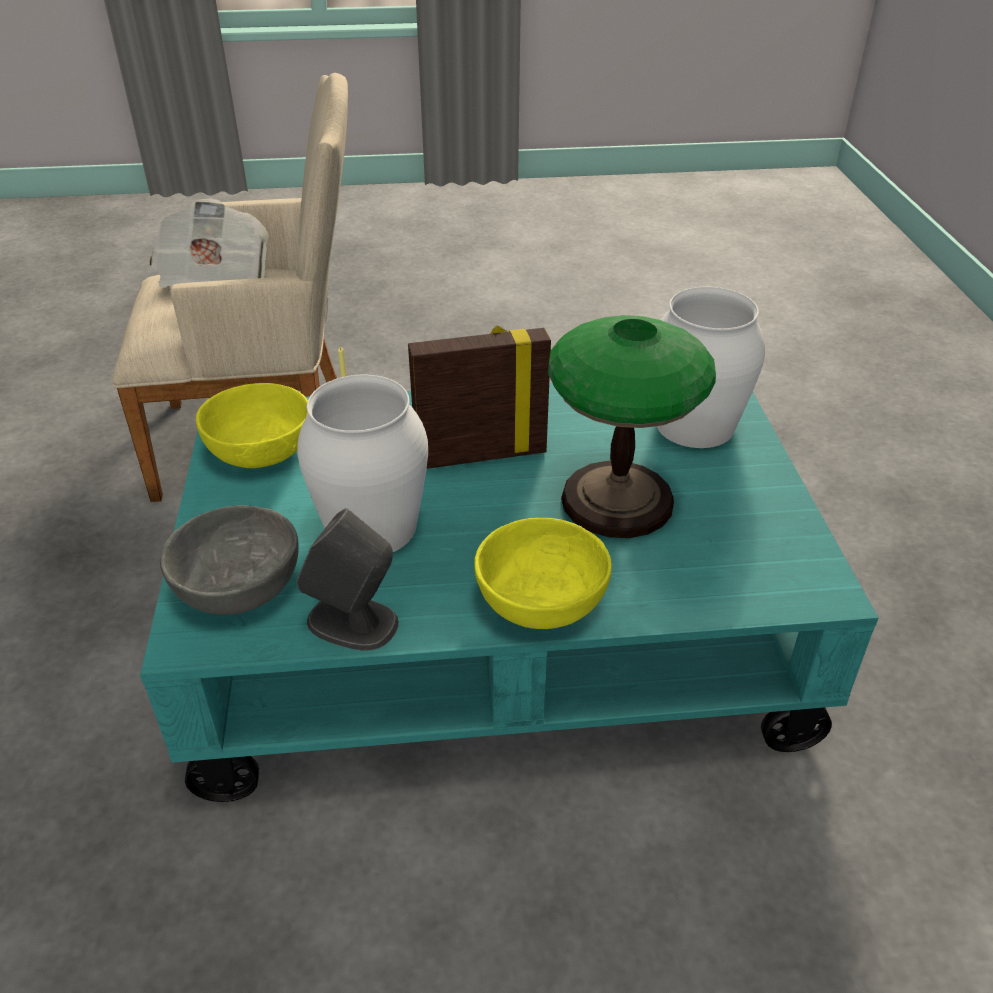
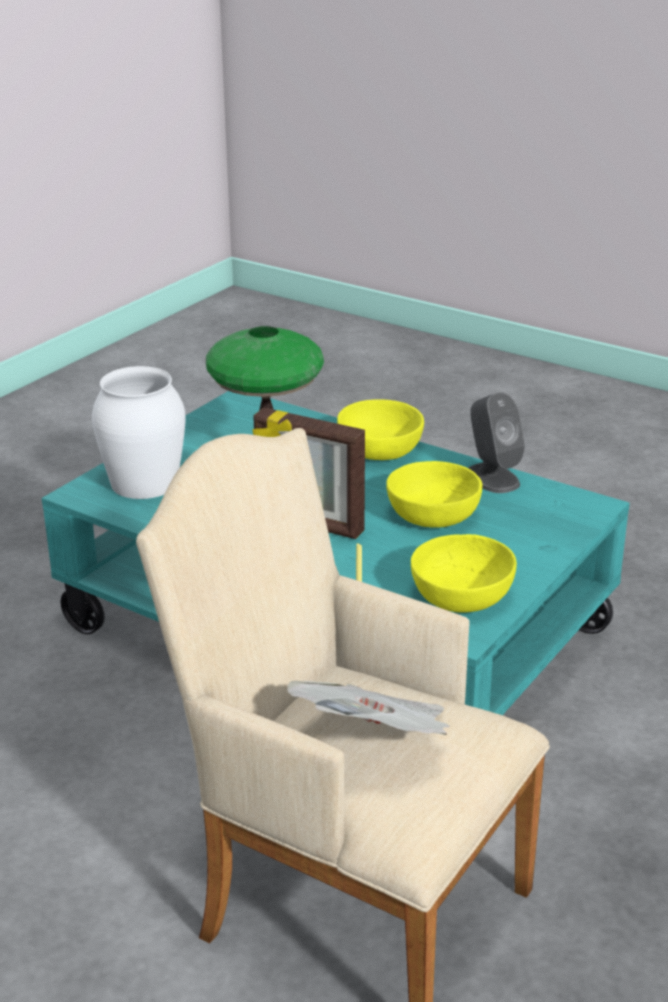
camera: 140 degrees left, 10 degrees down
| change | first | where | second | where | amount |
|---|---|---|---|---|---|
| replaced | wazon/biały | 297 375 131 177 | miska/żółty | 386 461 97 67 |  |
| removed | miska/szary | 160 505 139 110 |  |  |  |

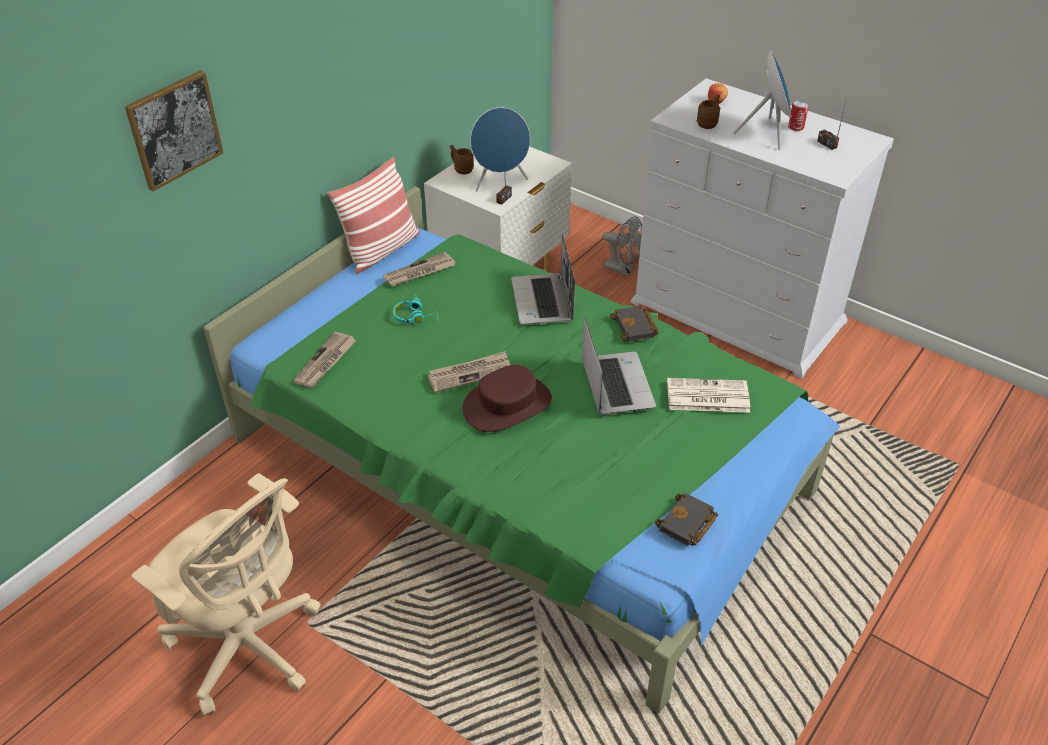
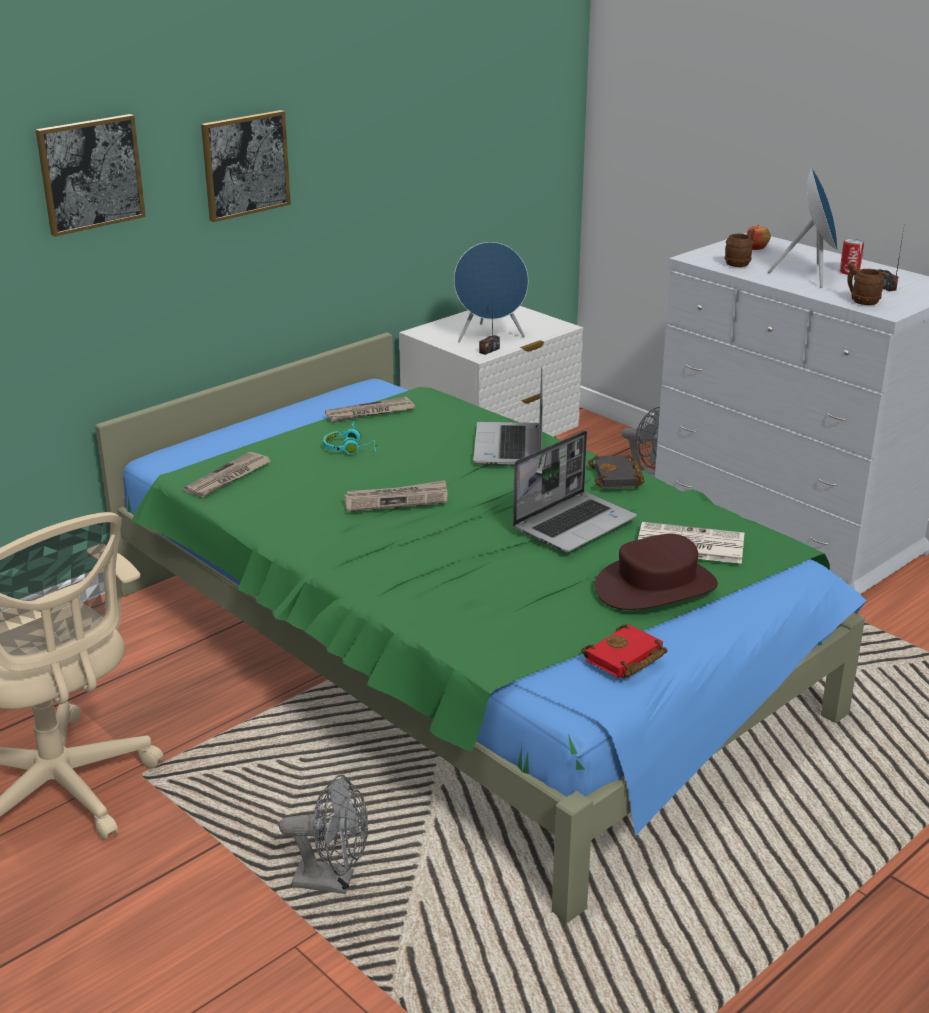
camera: 10 degrees right, 15 degrees down
| change | first | where | second | where | amount |
|---|---|---|---|---|---|
| moved | kubek/brązowy | 450 145 24 29 |  | 847 263 37 42 |  |
| removed | poduszka | 327 157 93 117 |  |  |  |
| turned | laptop | 582 317 74 98 |  | 513 431 124 121 | 45 degrees clockwise |
| moved | kapelusz/brązowy | 463 365 89 67 |  | 595 534 123 76 |  |
| recoloured | książka/czarny | 655 493 63 53 | książka/czerwony | 582 624 86 55 |  |
| added |  |  | obraz | 201 110 90 112 |  |
| added |  |  | wentylator/szary | 279 775 89 119 |  |

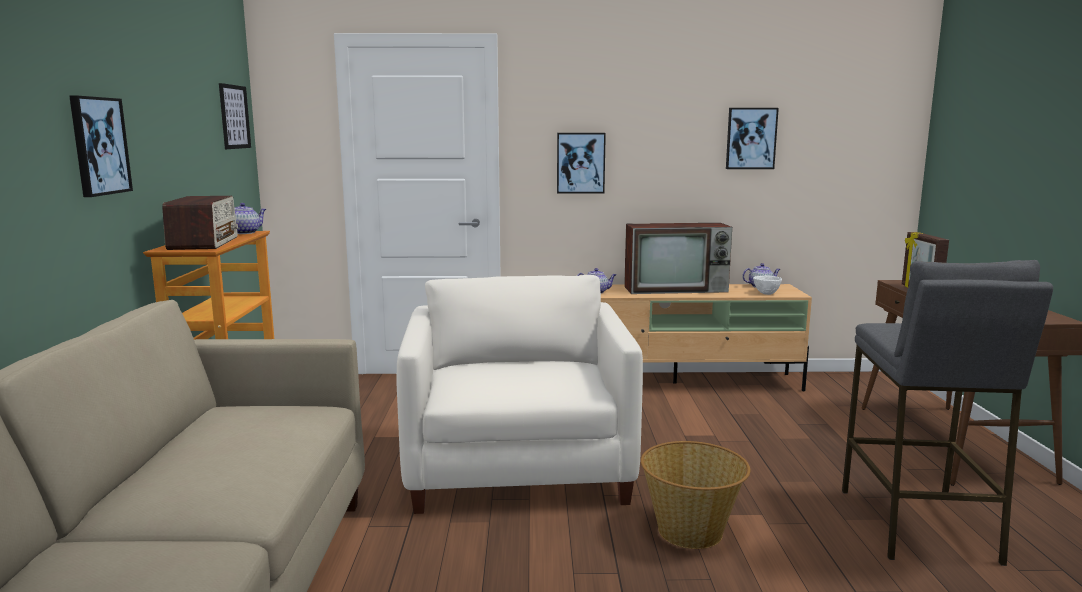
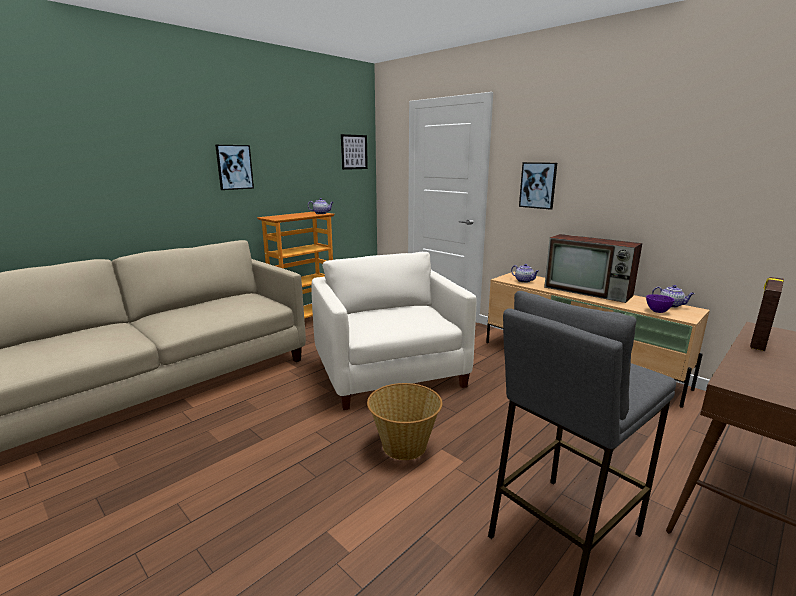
camera: 45 degrees right, 5 degrees up
| change | first | where | second | where | amount |
|---|---|---|---|---|---|
| removed | obraz | 726 108 53 61 |  |  |  |
| removed | radio | 162 196 76 54 |  |  |  |
| turned | fotel/biały | 396 275 247 239 |  | 311 252 165 158 | 60 degrees counterclockwise |
| recoloured | miska/biały | 753 275 29 20 | miska/fioletowy | 646 294 28 19 |  |

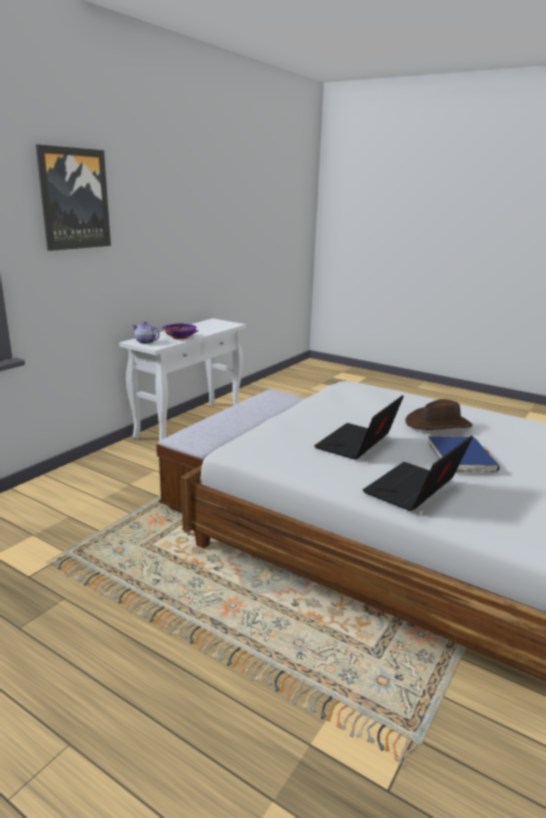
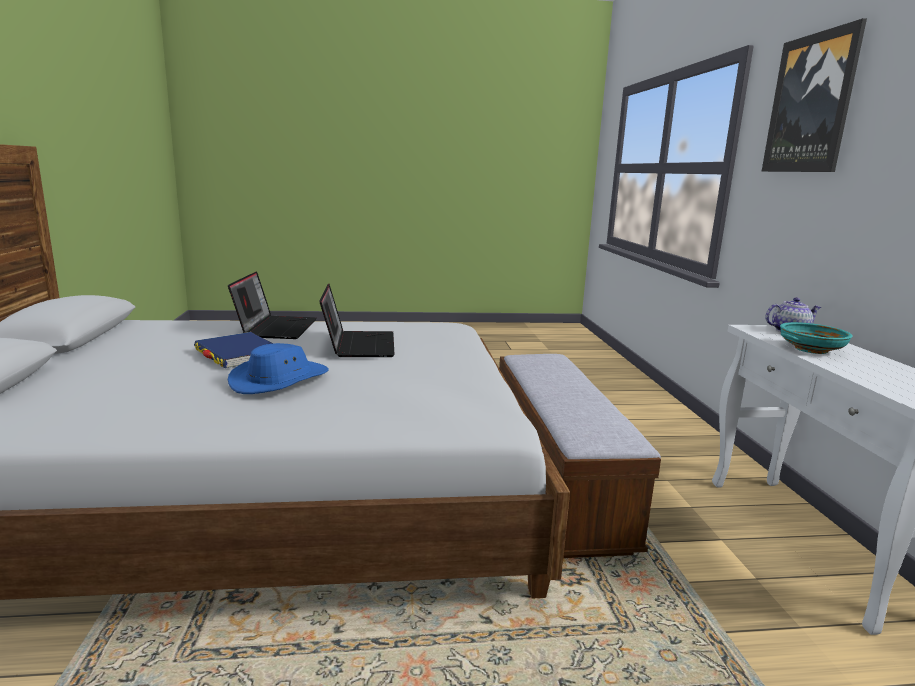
camera: 140 degrees right, 5 degrees down
| change | first | where | second | where | amount |
|---|---|---|---|---|---|
| recoloured | miska/fioletowy | 162 324 36 15 | miska/turkusowy | 780 322 73 32 |  |
| recoloured | kapelusz/brązowy | 405 399 68 31 | kapelusz/niebieski | 228 343 101 51 |  |

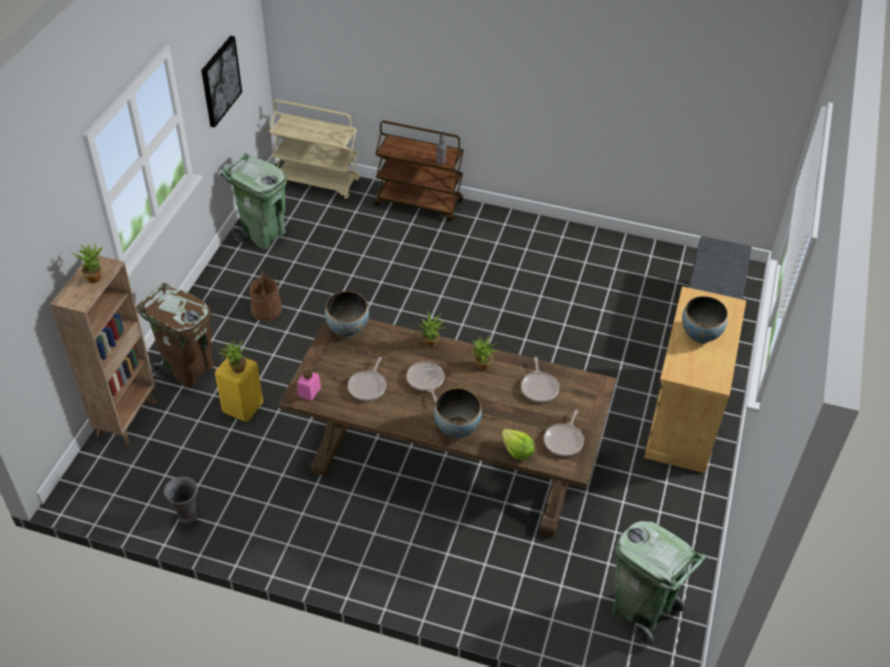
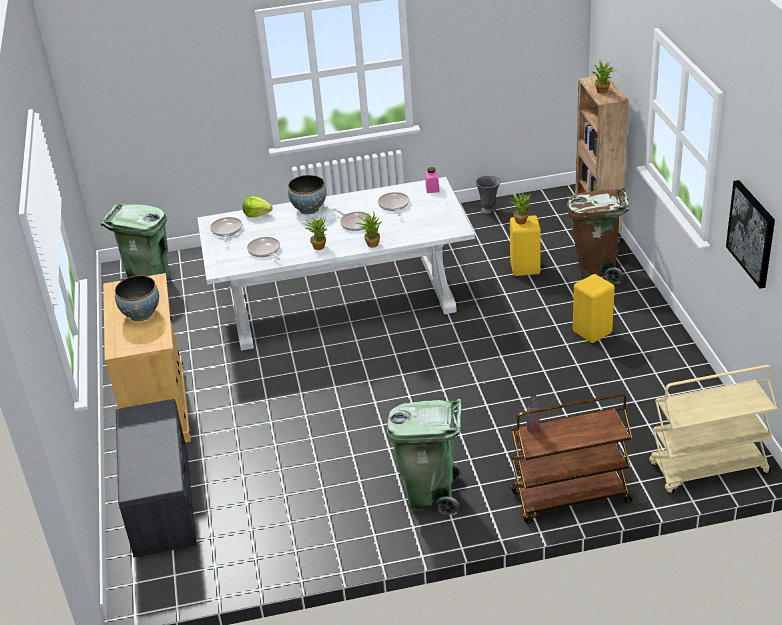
camera: 155 degrees right, 10 degrees down
| change | first | where | second | where | amount |
|---|---|---|---|---|---|
| moved | kosz na śmieci/zielony | 220 153 67 96 |  | 387 399 75 116 |  |
| replaced | wiadro/brązowy | 250 271 32 50 | stołek/żółty | 573 274 42 69 |  |
| removed | miska | 325 291 44 47 |  |  |  |
| recoloured | stół jadalny/brązowy | 279 319 337 219 | stół jadalny/biały | 197 177 278 174 |  |

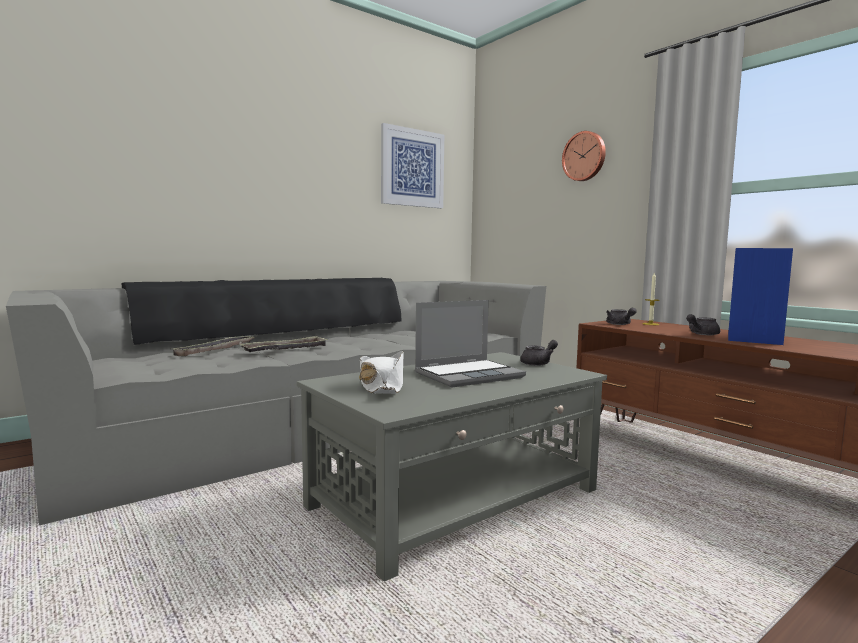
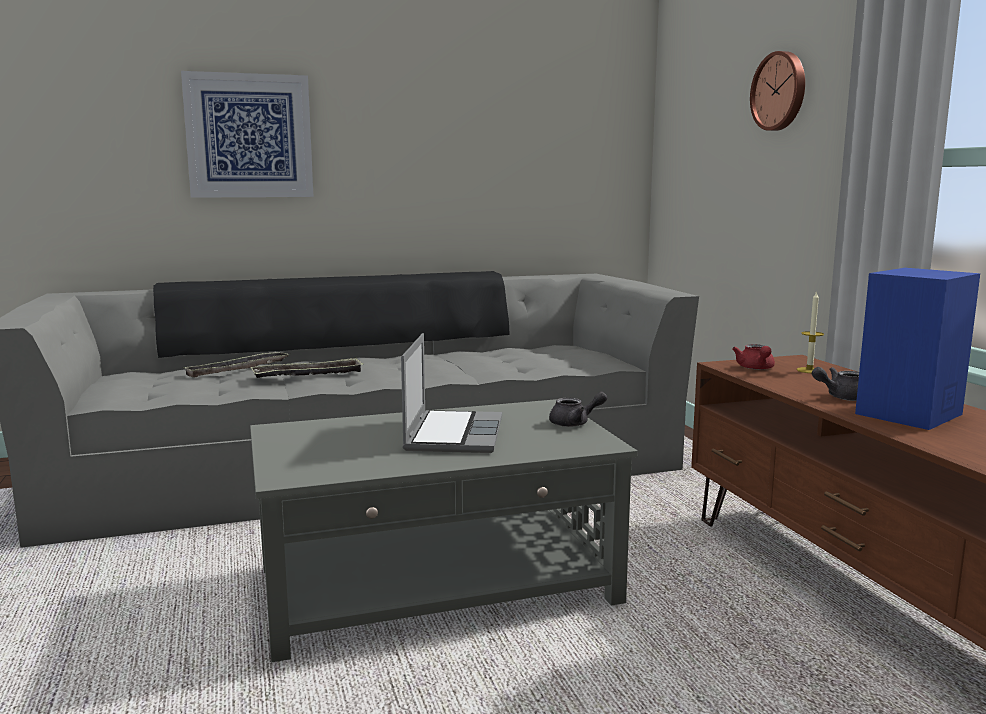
camera: 20 degrees right, 5 degrees up
| change | first | where | second | where | amount |
|---|---|---|---|---|---|
| moved | obraz | 381 123 63 85 |  | 181 71 133 127 |  |
| turned | laptop | 415 300 111 87 |  | 401 333 101 120 | 75 degrees counterclockwise |
| recoloured | imbryk/szary | 606 308 31 17 | imbryk/czerwony | 732 344 43 26 |  |
| removed | kapelusz/biały | 359 351 45 43 |  |  |  |

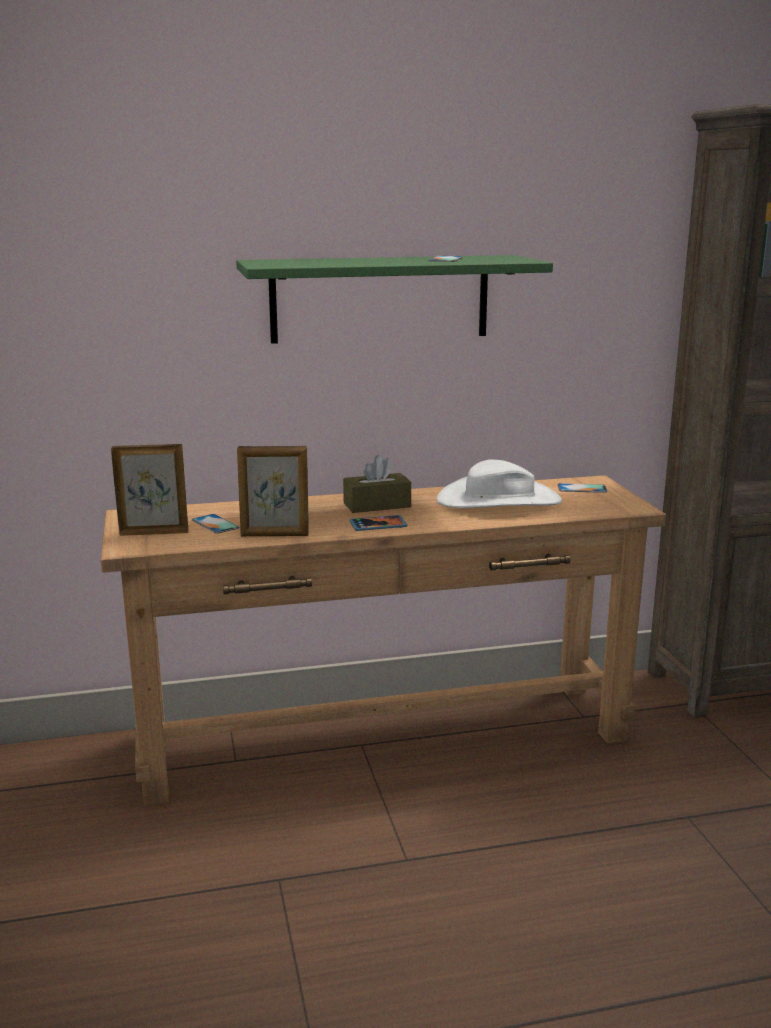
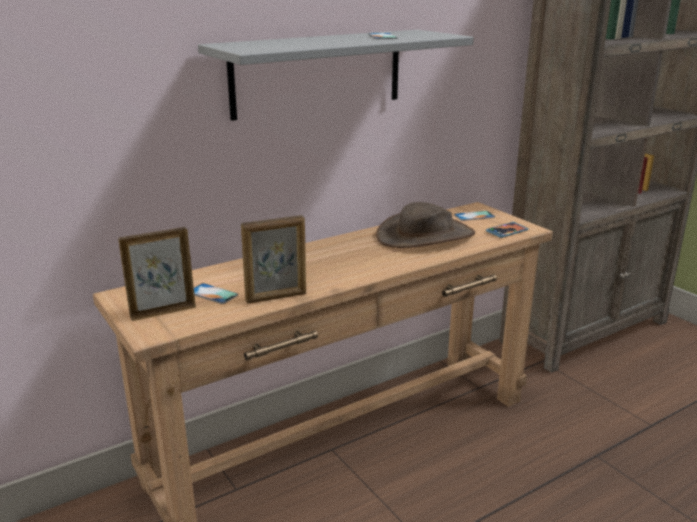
camera: 20 degrees left, 5 degrees up
| change | first | where | second | where | amount |
|---|---|---|---|---|---|
| recoloured | półka/zielony | 236 255 317 89 | półka/szary | 198 30 276 91 |  |
| removed | pudełko chusteczek/brązowy | 343 455 68 58 |  |  |  |
| recoloured | kapelusz/biały | 437 460 125 48 | kapelusz/brązowy | 376 202 99 46 |  |
| moved | telefon | 349 515 58 16 |  | 486 222 43 16 |  |

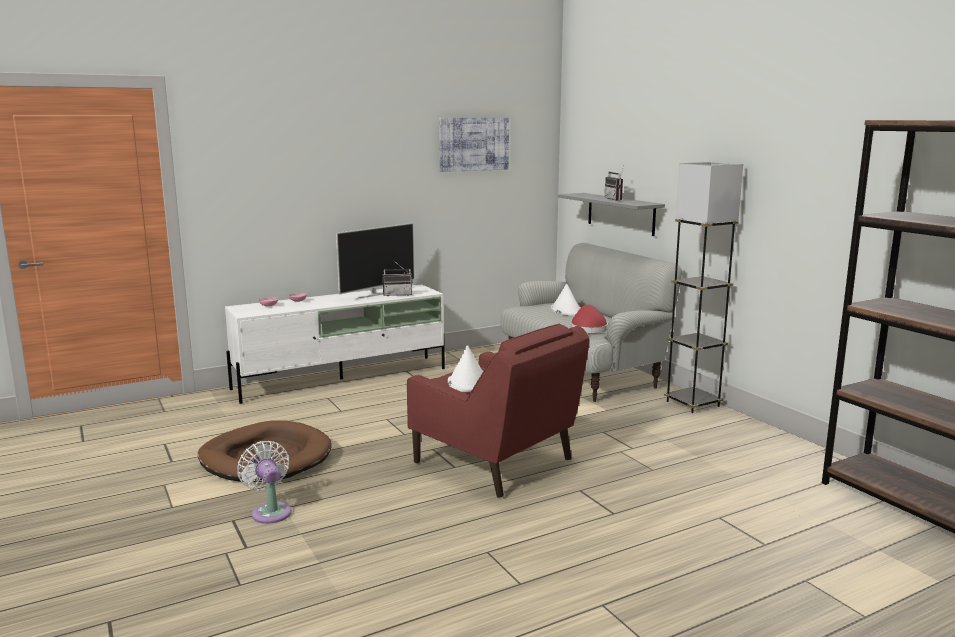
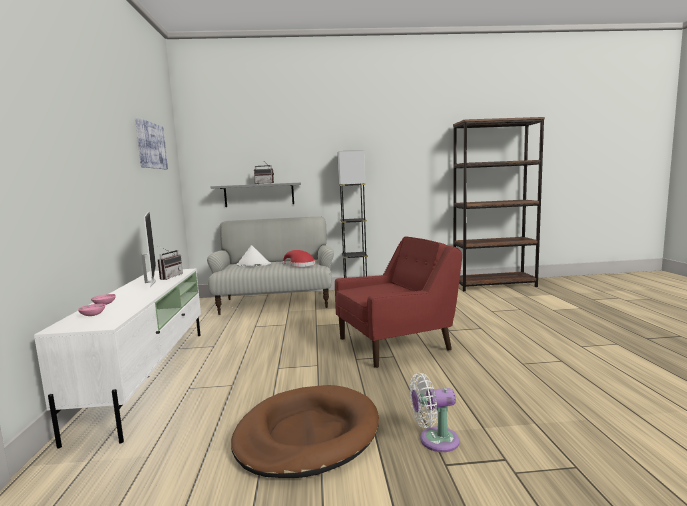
camera: 65 degrees left, 5 degrees down
| change | first | where | second | where | amount |
|---|---|---|---|---|---|
| removed | kapelusz/biały | 448 345 35 47 |  |  |  |

